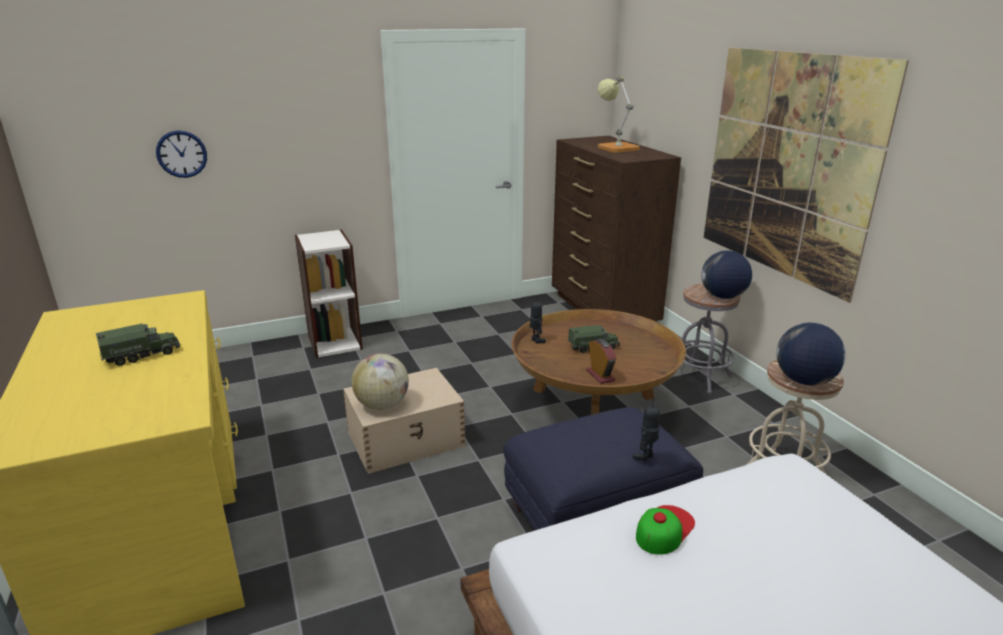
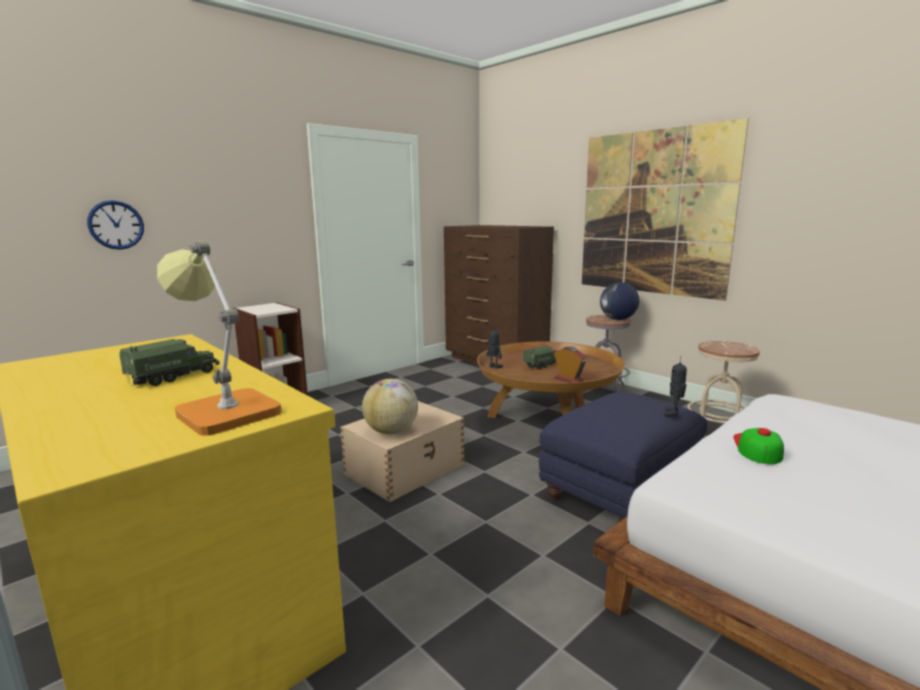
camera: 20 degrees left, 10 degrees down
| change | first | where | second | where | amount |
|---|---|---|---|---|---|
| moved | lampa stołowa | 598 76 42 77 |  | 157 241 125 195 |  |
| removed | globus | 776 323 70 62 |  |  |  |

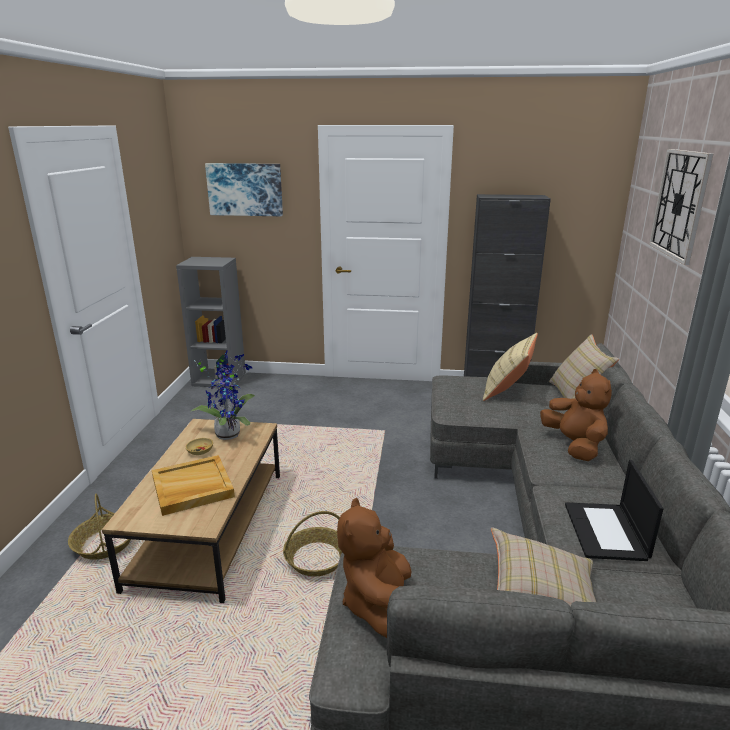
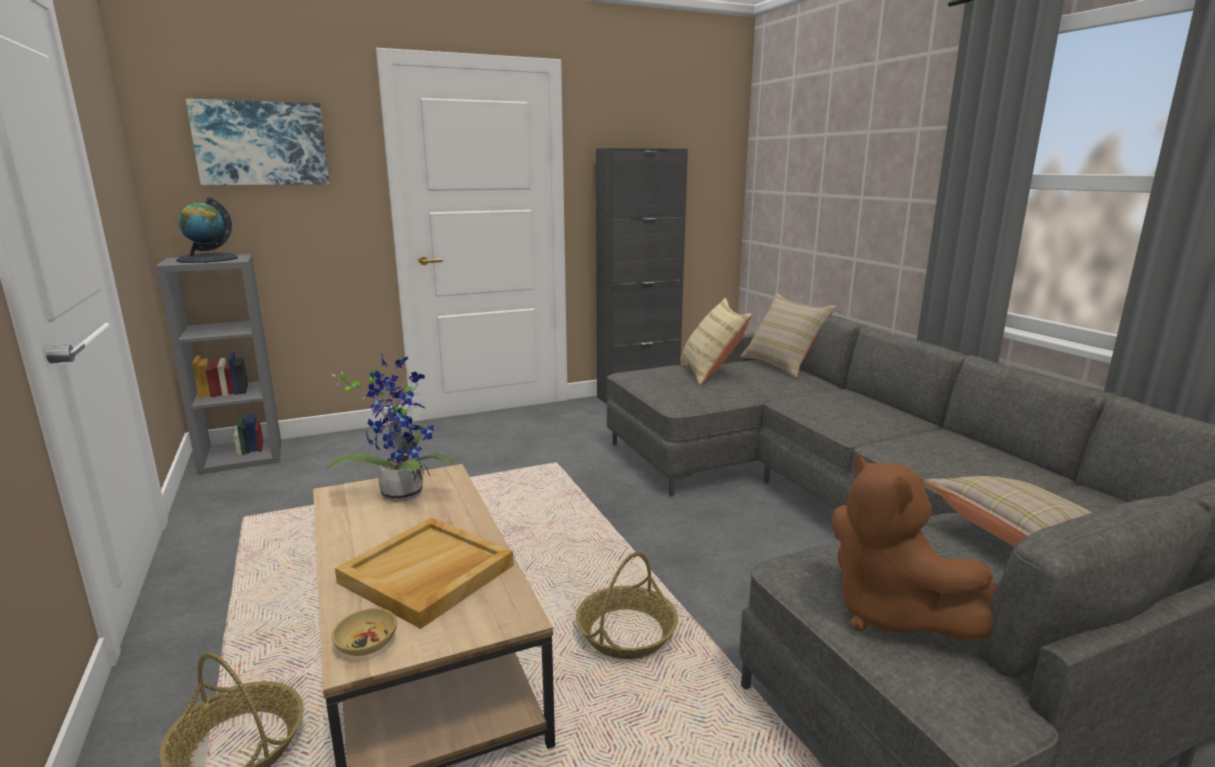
camera: 30 degrees left, 5 degrees down
| change | first | where | second | where | amount |
|---|---|---|---|---|---|
| removed | zegar ścienny | 649 149 64 116 |  |  |  |
| removed | pluszak/brązowy | 540 369 72 92 |  |  |  |
| moved | miska/beżowy | 186 438 27 17 |  | 332 608 65 48 |  |
| removed | laptop | 565 460 98 101 |  |  |  |
| added |  |  | globus | 176 197 62 66 |  |

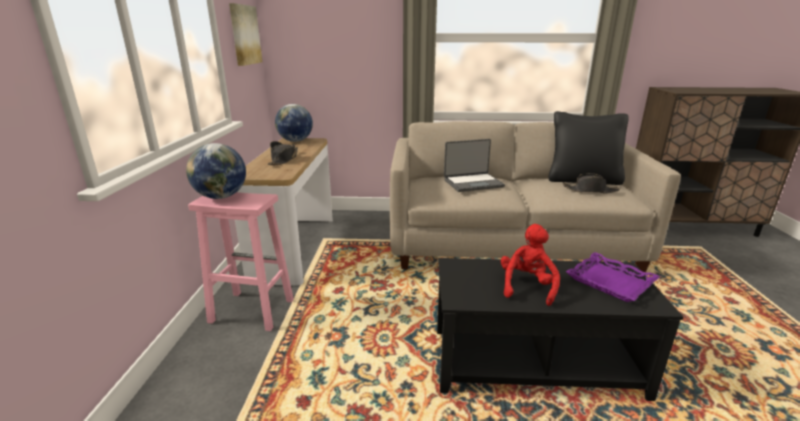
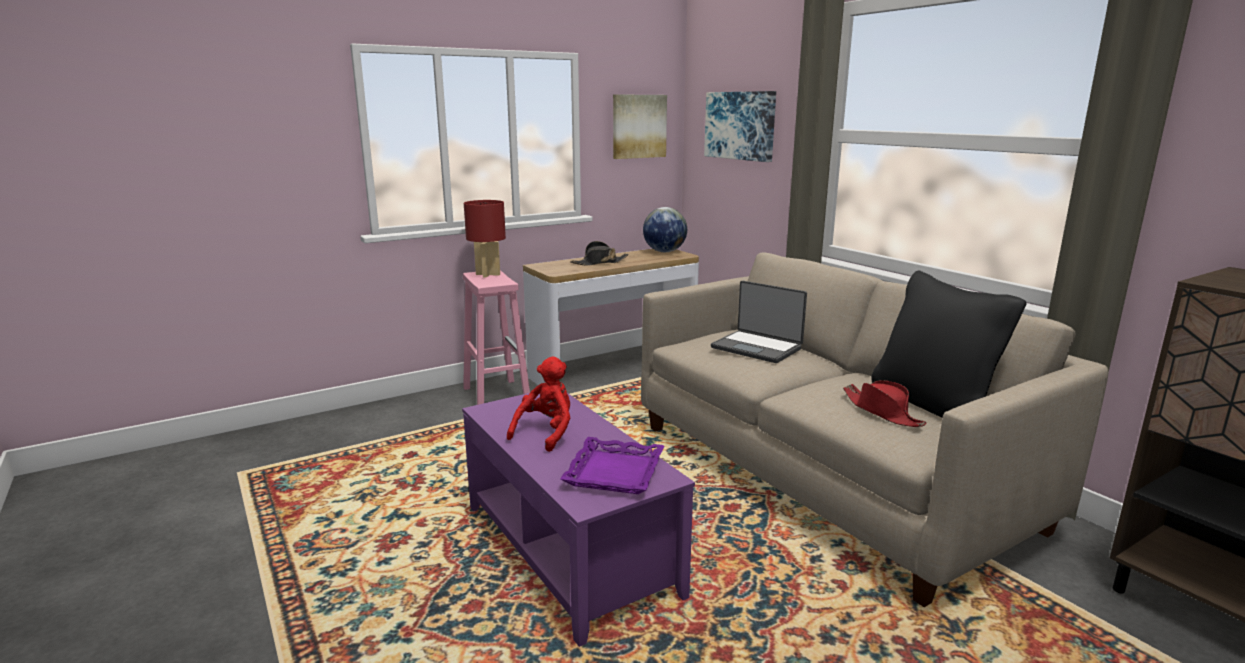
camera: 55 degrees right, 5 degrees down
| change | first | where | second | where | amount |
|---|---|---|---|---|---|
| replaced | globus | 186 143 60 56 | lampa stołowa/czerwony | 464 200 42 78 |  |
| recoloured | kapelusz/czarny | 563 173 57 20 | kapelusz/czerwony | 843 380 84 47 |  |
| turned | pluszak/czerwony | 501 224 59 82 |  | 507 356 63 96 | 45 degrees counterclockwise |
| recoloured | ława/czarny | 437 258 246 143 | ława/fioletowy | 462 393 233 254 |  |
| added |  |  | obraz | 704 91 72 71 |  |

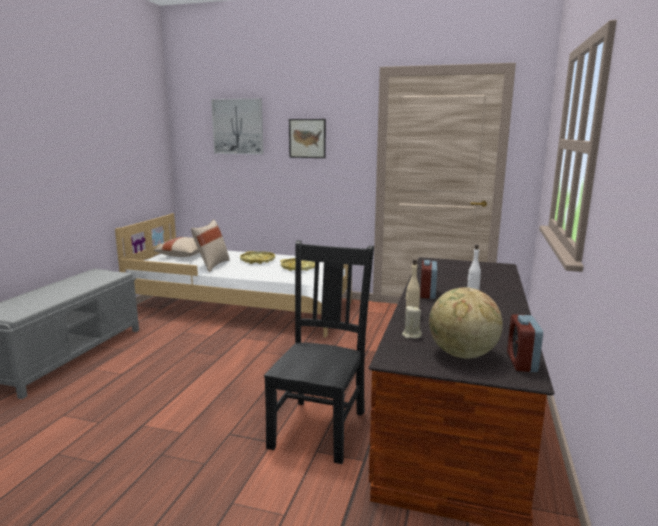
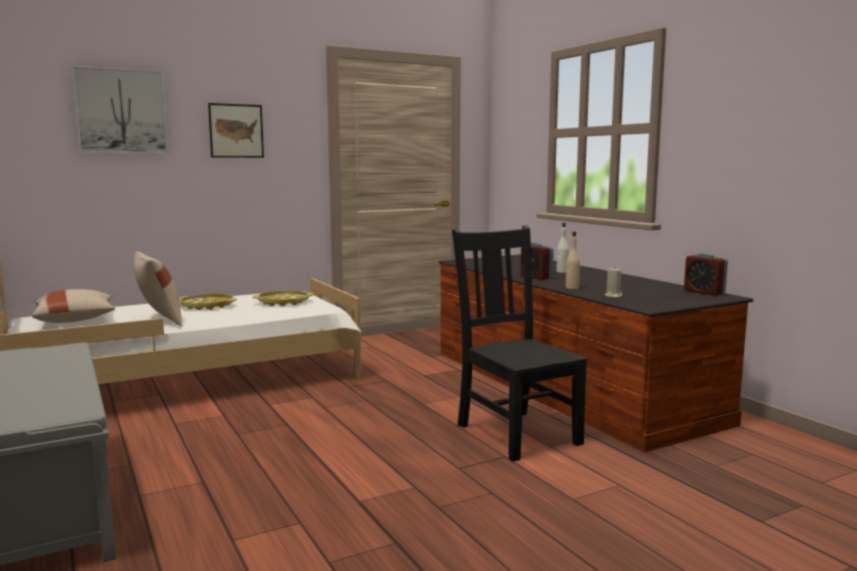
camera: 45 degrees left, 5 degrees down
| change | first | where | second | where | amount |
|---|---|---|---|---|---|
| removed | globus | 429 287 74 72 |  |  |  |

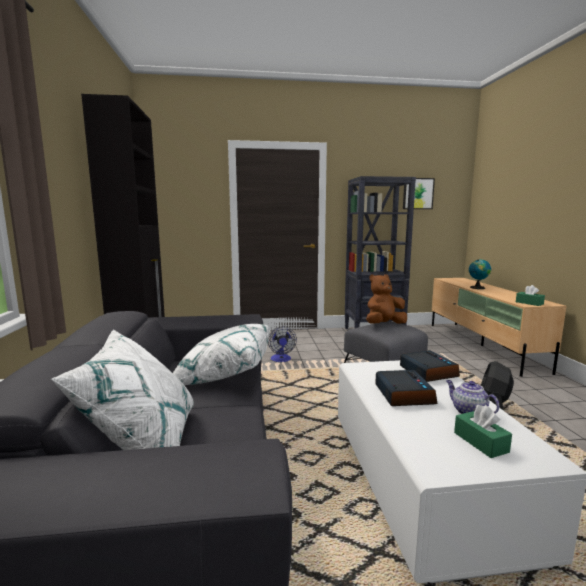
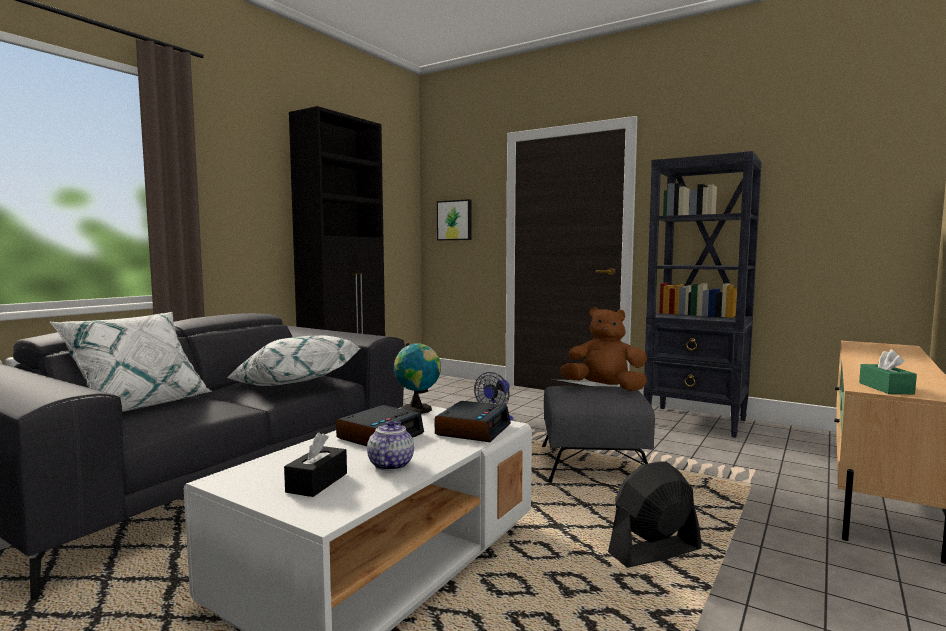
camera: 40 degrees right, 5 degrees down
| change | first | where | second | where | amount |
|---|---|---|---|---|---|
| moved | obraz | 403 178 32 31 |  | 437 199 34 41 |  |
| moved | globus | 469 259 22 30 |  | 394 343 47 71 |  |
| recoloured | pudełko chusteczek/zielony | 454 405 58 53 | pudełko chusteczek/czarny | 284 433 63 64 |  |

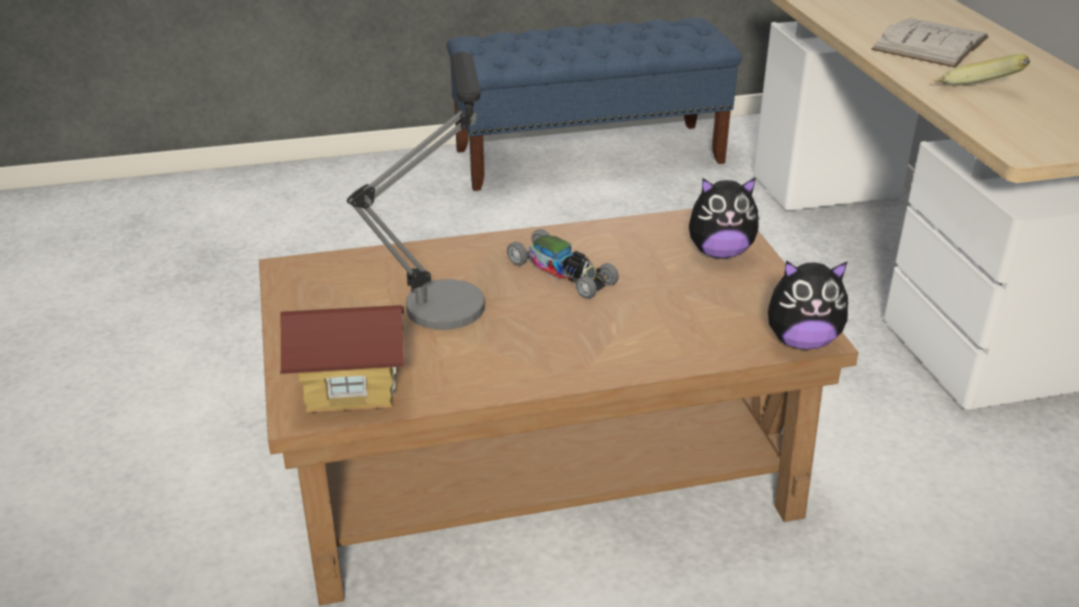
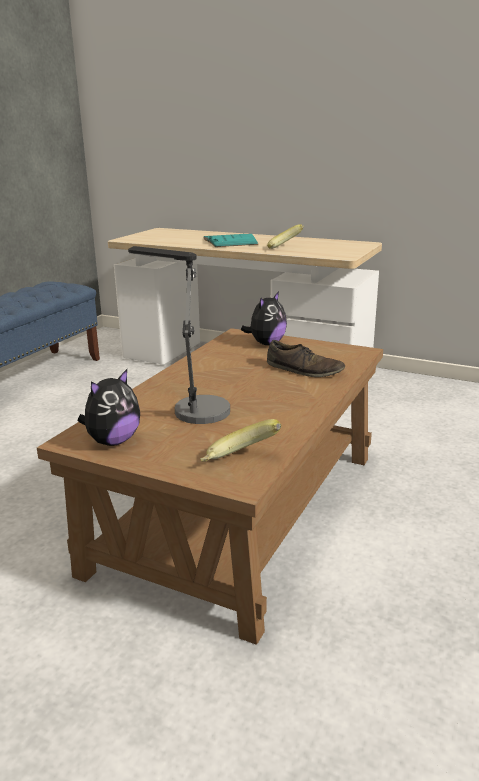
camera: 50 degrees left, 10 degrees down
| change | first | where | second | where | amount |
|---|---|---|---|---|---|
| recoloured | książka/biały | 871 18 118 49 | książka/turkusowy | 203 234 56 13 |  |
| removed | samochodzik | 507 229 112 70 |  |  |  |
| moved | pluszak | 768 261 81 89 |  | 78 369 62 77 |  |
| replaced | domek | 280 305 124 108 | banan | 200 419 81 43 |  |
| added |  |  | but/brązowy | 267 340 78 37 |  |

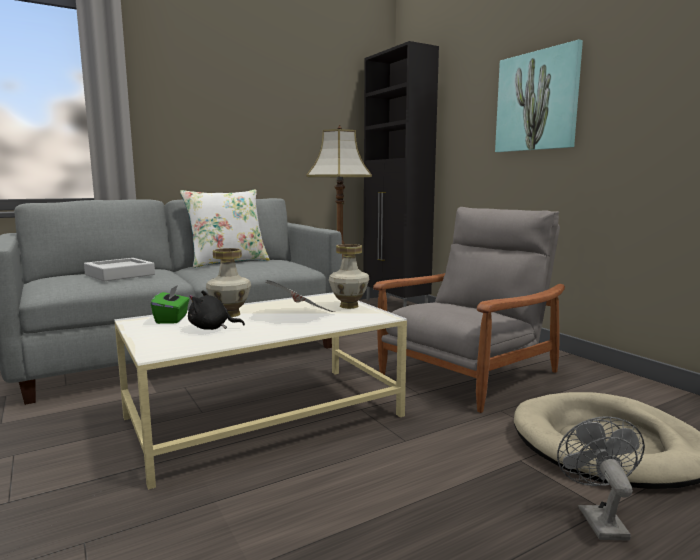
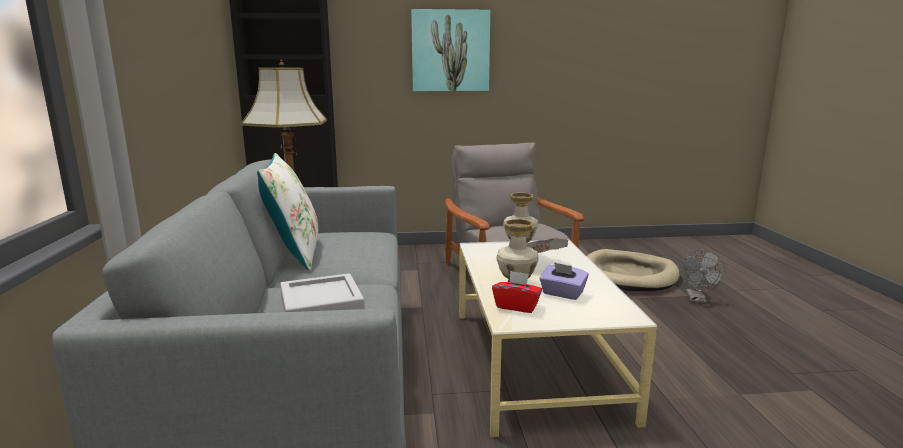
camera: 65 degrees left, 5 degrees up
| change | first | where | second | where | amount |
|---|---|---|---|---|---|
| recoloured | pudełko chusteczek/zielony | 151 285 39 39 | pudełko chusteczek/czerwony | 492 271 50 42 |  |
| replaced | pluszak/czarny | 188 291 57 39 | pudełko chusteczek/fioletowy | 539 262 50 38 |  |
| turned | wentylator/szary | 557 416 88 125 |  | 679 249 46 54 | 105 degrees counterclockwise |

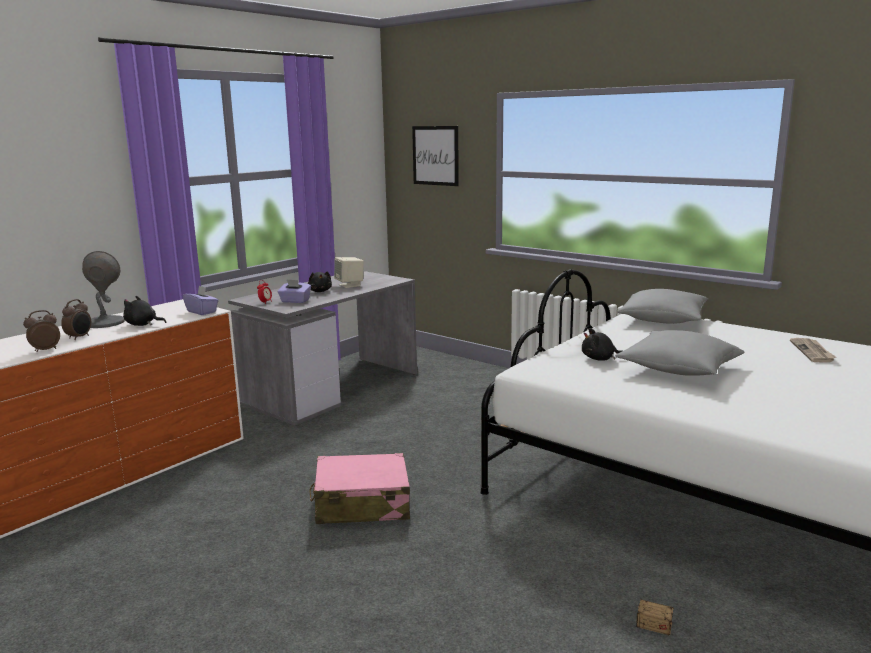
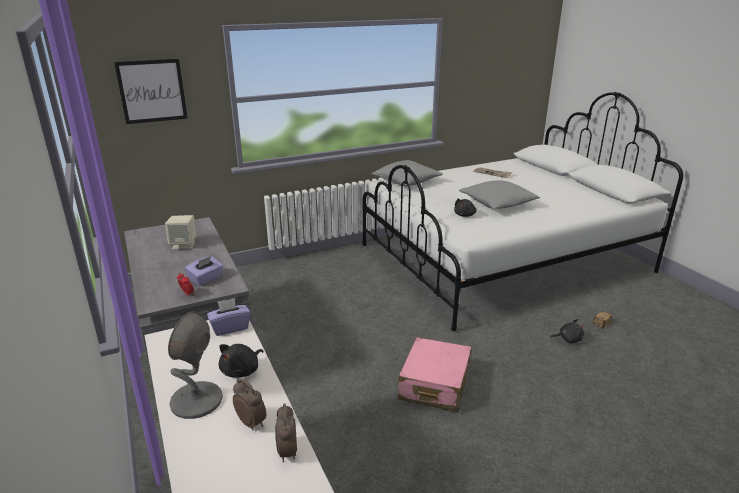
camera: 65 degrees left, 10 degrees up
| change | first | where | second | where | amount |
|---|---|---|---|---|---|
| moved | pluszak/czarny | 307 271 25 21 |  | 550 319 34 24 |  |

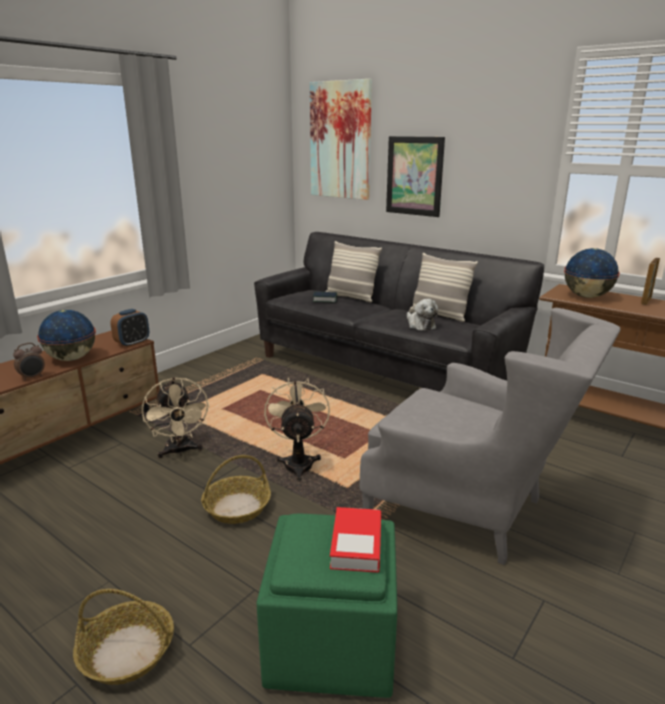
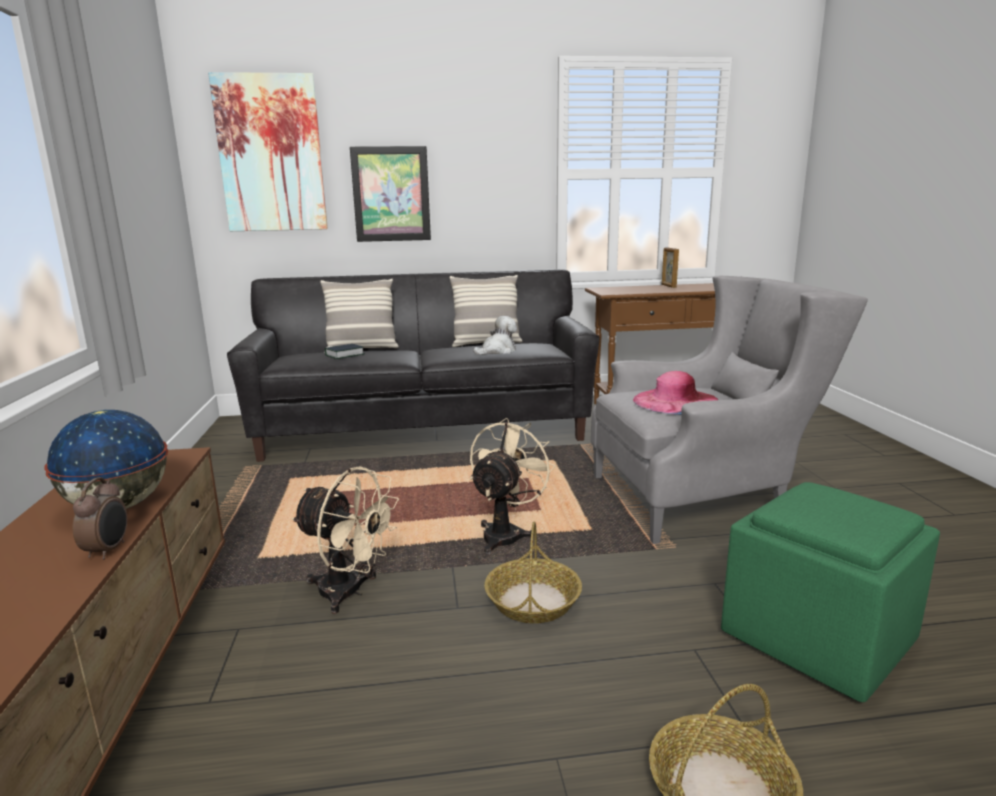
camera: 45 degrees left, 5 degrees down
| change | first | where | second | where | amount |
|---|---|---|---|---|---|
| removed | globus | 564 248 56 50 |  |  |  |
| turned | pluszak | 407 299 31 32 |  | 473 316 44 39 | 60 degrees counterclockwise |
| removed | budzik | 110 309 39 38 |  |  |  |
| turned | wentylator/beżowy | 264 377 66 105 |  | 470 418 86 137 | 75 degrees clockwise |
| removed | książka | 330 507 51 66 |  |  |  |
| added |  |  | kapelusz/różowy | 633 371 85 44 |  |

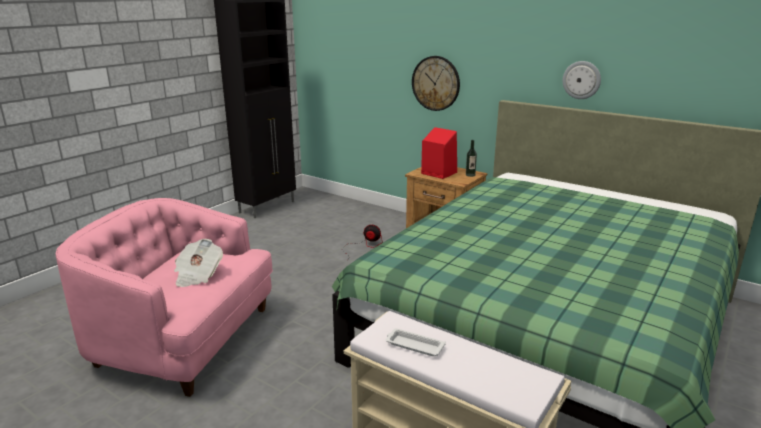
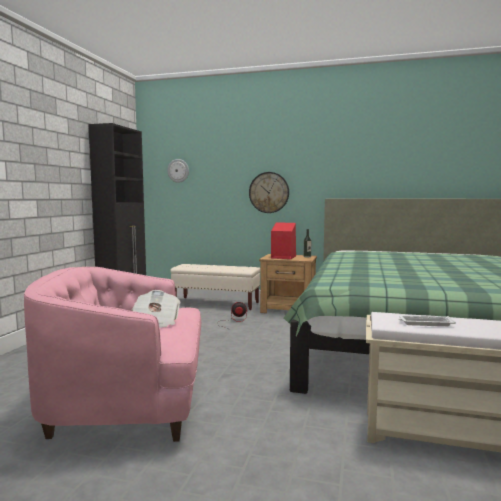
camera: 20 degrees left, 15 degrees down
| change | first | where | second | where | amount |
|---|---|---|---|---|---|
| moved | zegar ścienny | 563 61 38 38 |  | 167 159 22 24 |  |
| added |  |  | ławka/beżowy | 171 264 89 46 |  |

